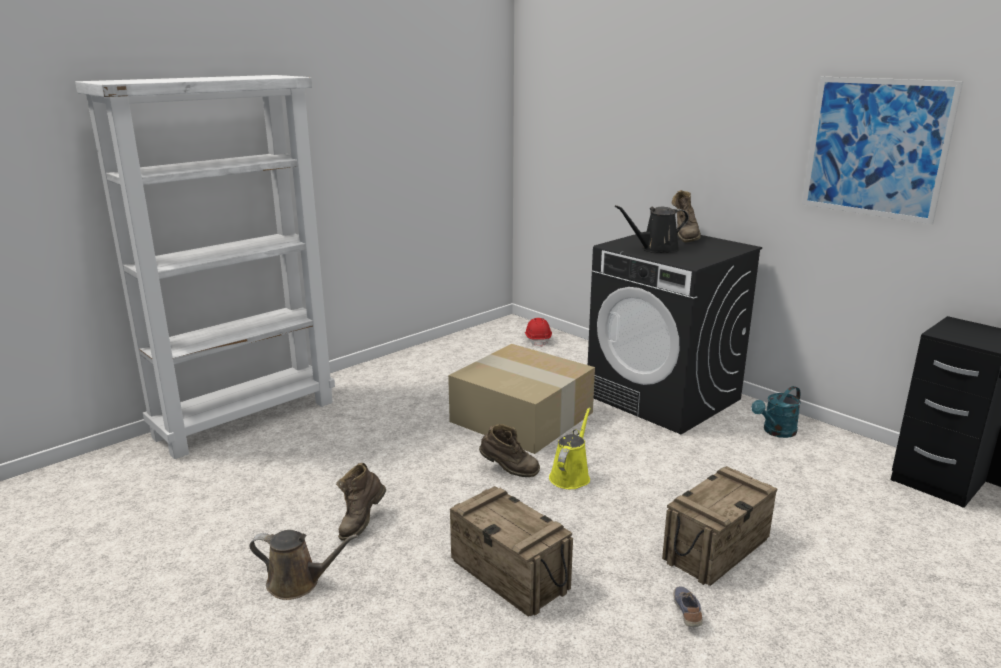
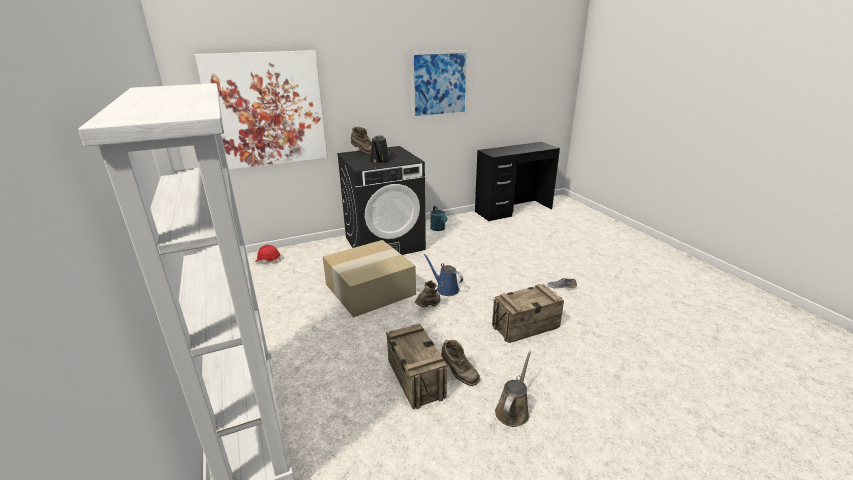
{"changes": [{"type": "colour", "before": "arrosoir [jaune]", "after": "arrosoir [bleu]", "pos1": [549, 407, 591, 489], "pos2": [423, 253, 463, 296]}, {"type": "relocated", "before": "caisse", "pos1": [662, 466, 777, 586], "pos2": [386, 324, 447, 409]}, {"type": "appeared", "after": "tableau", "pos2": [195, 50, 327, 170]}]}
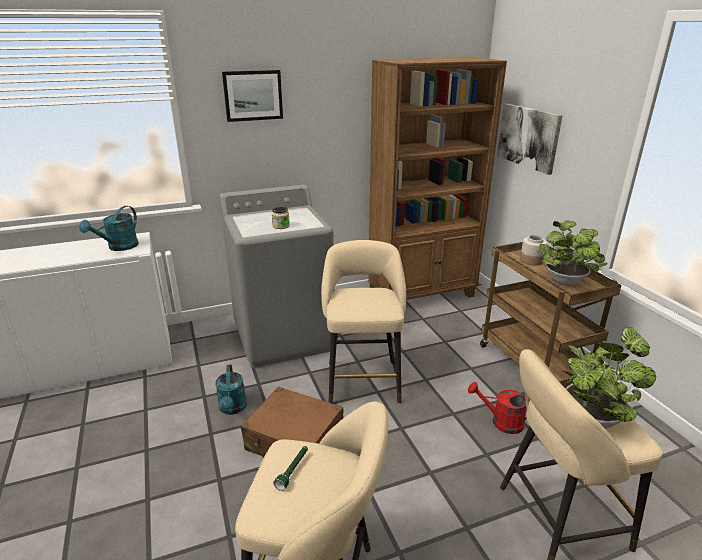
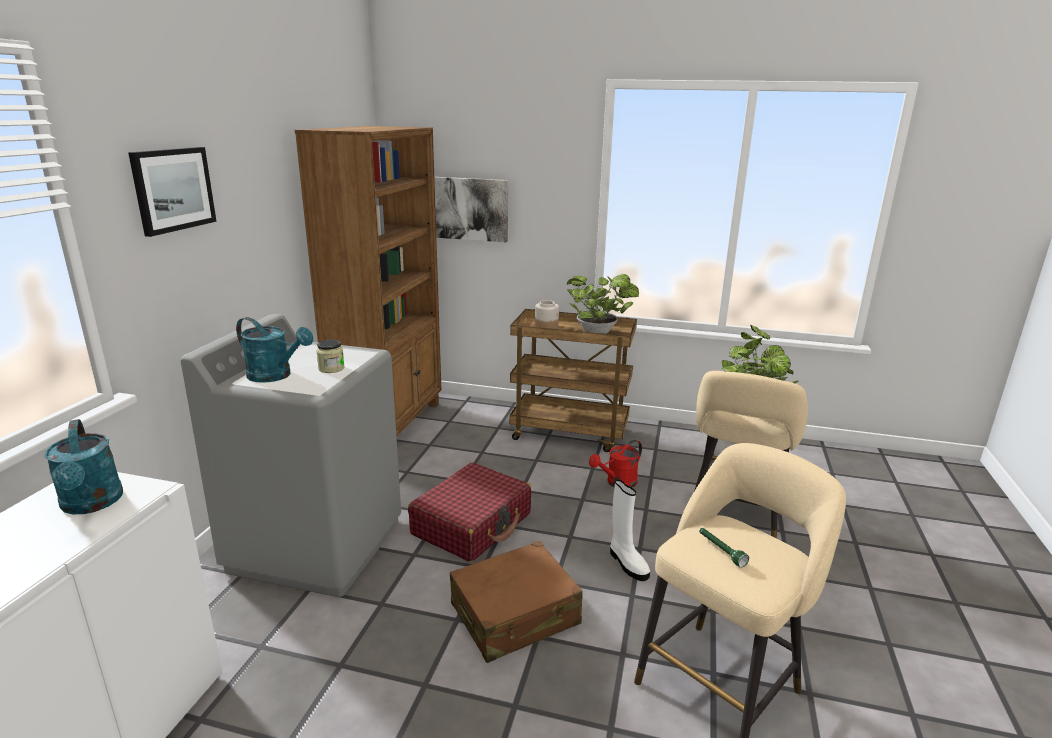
{"changes": [{"type": "exchanged", "before": "tabouret [beige]", "after": "valise [rouge]", "pos1": [321, 240, 406, 404], "pos2": [408, 463, 531, 562]}, {"type": "relocated", "before": "arrosoir [turquoise]", "pos1": [215, 364, 247, 415], "pos2": [236, 317, 313, 383]}, {"type": "appeared", "after": "botte [blanc]", "pos2": [610, 480, 650, 581]}]}
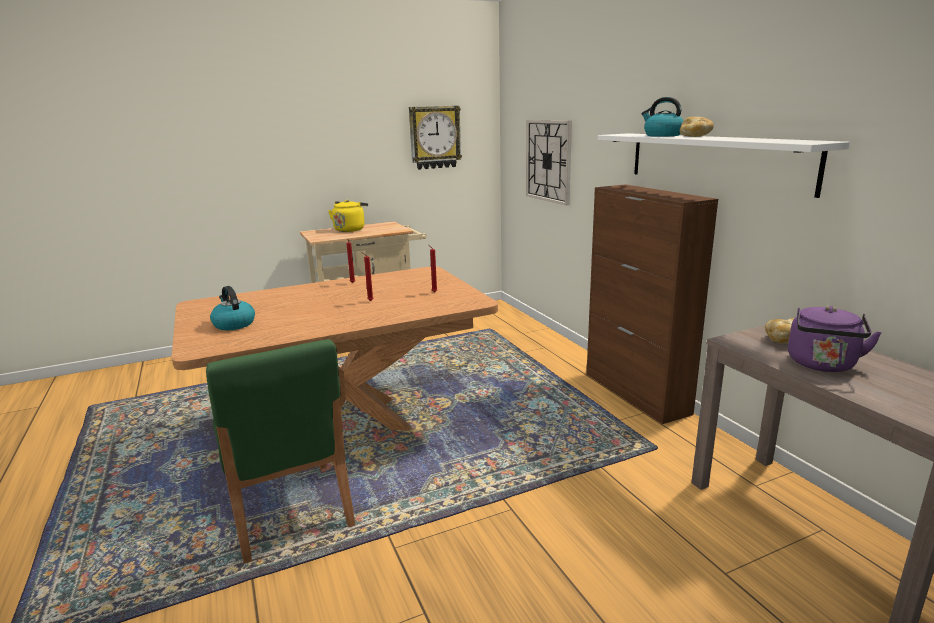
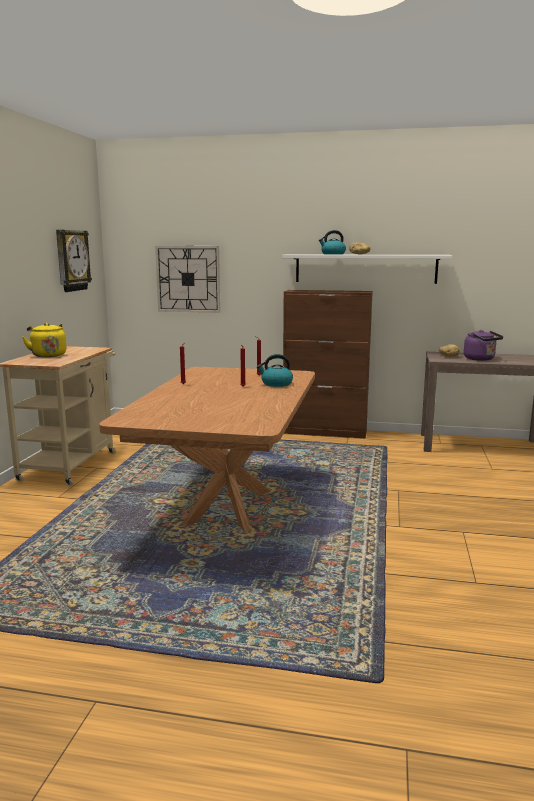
{"changes": [{"type": "relocated", "before": "bouilloire", "pos1": [210, 286, 255, 330], "pos2": [257, 354, 293, 387]}, {"type": "missing", "before": "chaise [vert]", "pos1": [206, 339, 356, 564]}]}
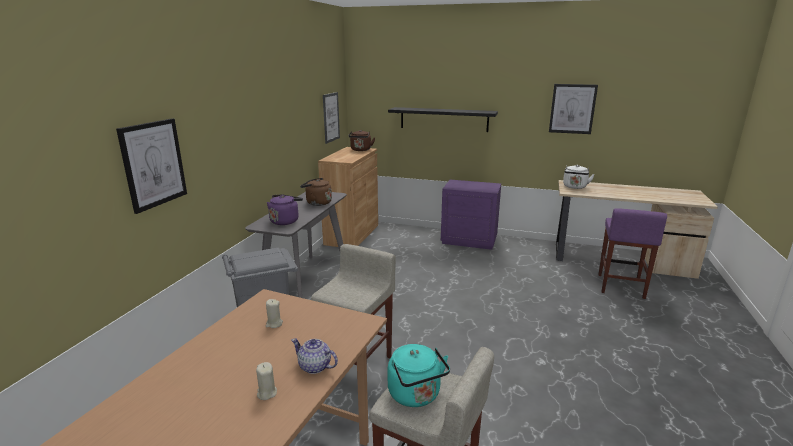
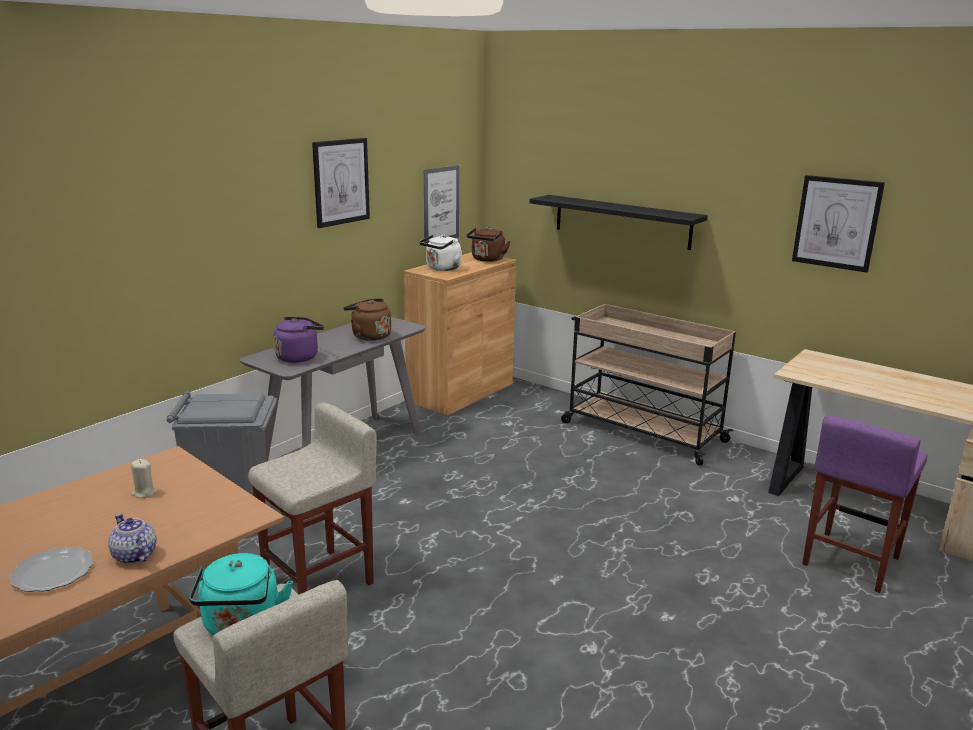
{"changes": [{"type": "relocated", "before": "tableau", "pos1": [116, 118, 187, 214], "pos2": [312, 138, 370, 228]}, {"type": "relocated", "before": "bouilloire [blanc]", "pos1": [563, 165, 595, 189], "pos2": [419, 234, 462, 271]}, {"type": "exchanged", "before": "table de chevet [violet]", "after": "chariot [beige]", "pos1": [441, 180, 501, 250], "pos2": [561, 304, 736, 466]}, {"type": "exchanged", "before": "bougie [beige]", "after": "assiette", "pos1": [256, 362, 277, 400], "pos2": [9, 547, 94, 592]}]}
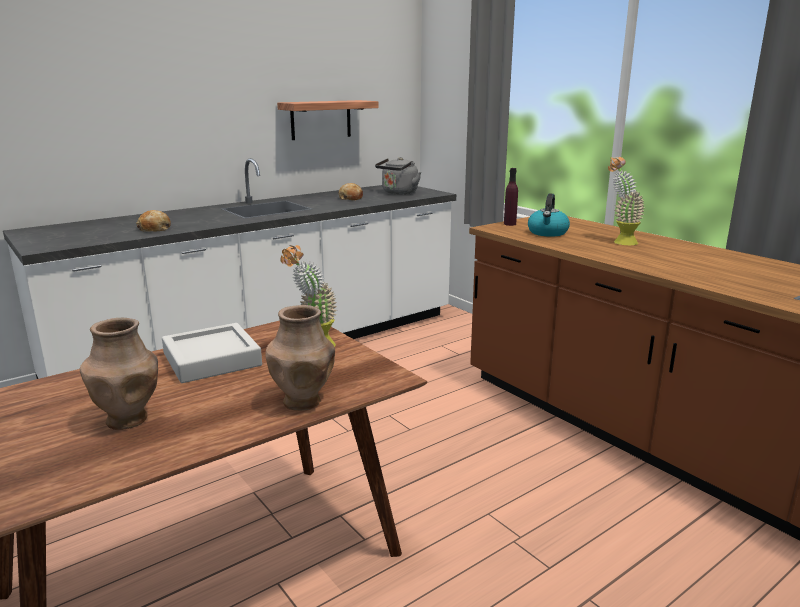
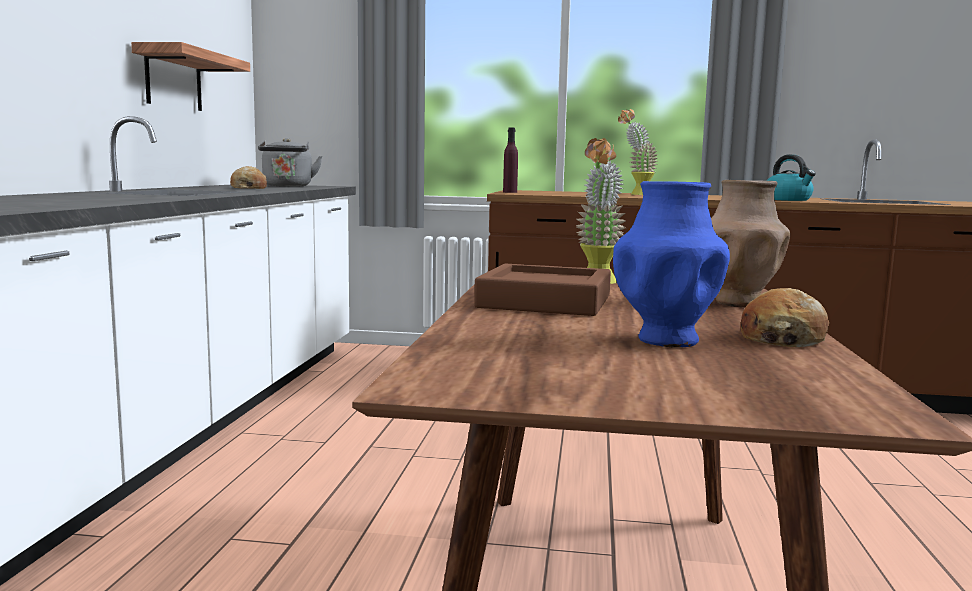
{"changes": [{"type": "relocated", "before": "bouilloire", "pos1": [528, 194, 570, 237], "pos2": [767, 154, 816, 201]}, {"type": "relocated", "before": "pain", "pos1": [136, 210, 171, 232], "pos2": [740, 288, 829, 347]}, {"type": "colour", "before": "vase [marron]", "after": "vase [bleu]", "pos1": [80, 318, 158, 430], "pos2": [613, 181, 730, 347]}, {"type": "colour", "before": "plateau [gris]", "after": "plateau [marron]", "pos1": [162, 323, 262, 383], "pos2": [474, 263, 611, 316]}]}
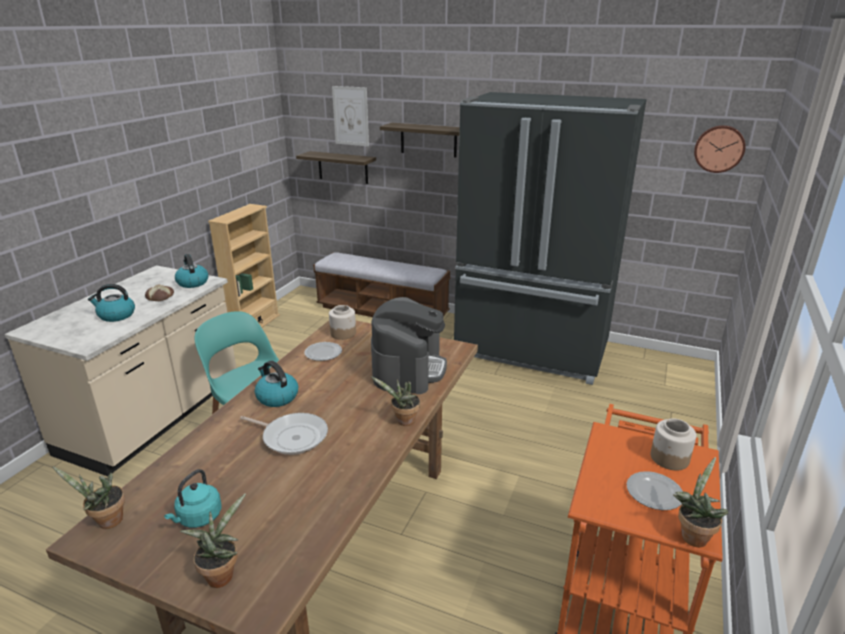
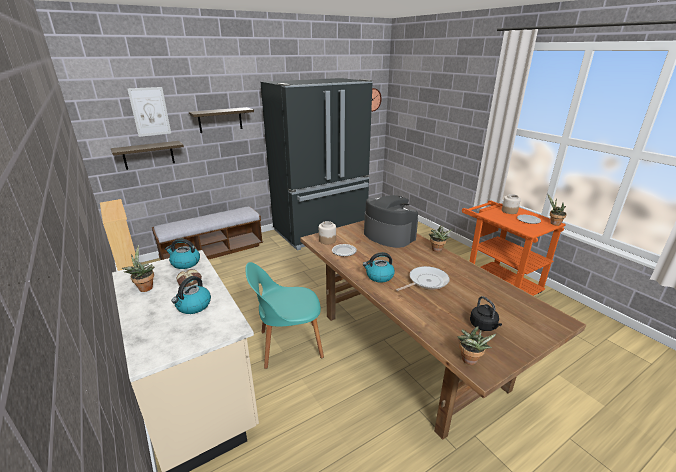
{"changes": [{"type": "colour", "before": "bouilloire [turquoise]", "after": "bouilloire [noir]", "pos1": [164, 469, 221, 528], "pos2": [470, 296, 502, 331]}, {"type": "relocated", "before": "plante en pot", "pos1": [180, 493, 246, 588], "pos2": [122, 245, 154, 292]}]}
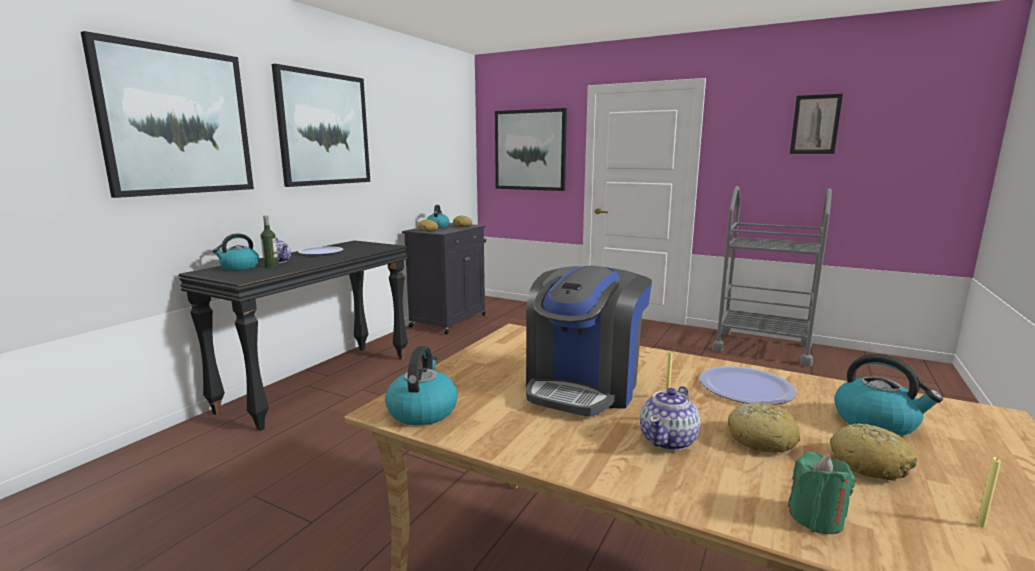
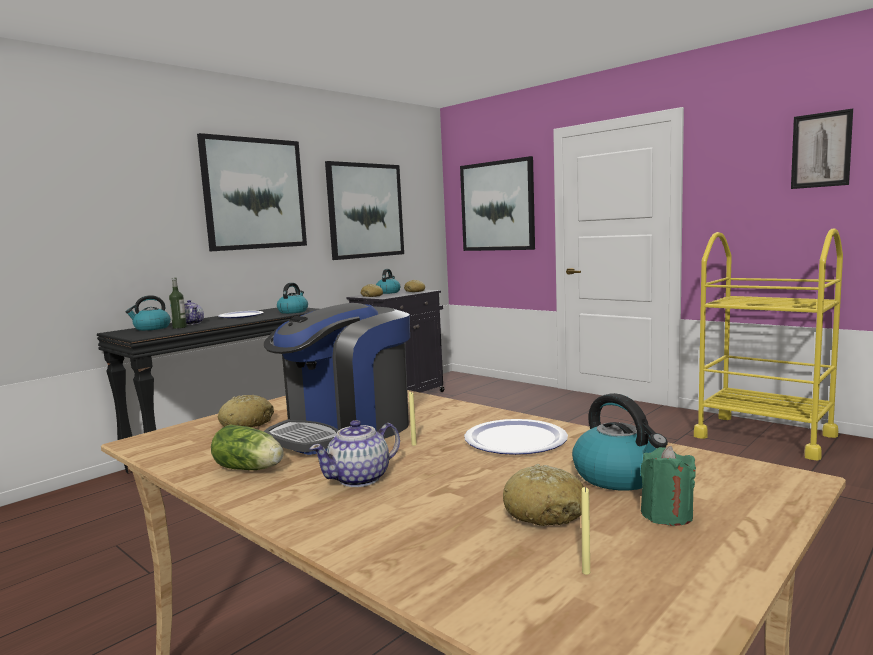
{"changes": [{"type": "relocated", "before": "tableau", "pos1": [81, 31, 254, 198], "pos2": [325, 161, 404, 260]}, {"type": "colour", "before": "chariot [gris]", "after": "chariot [jaune]", "pos1": [712, 186, 832, 367], "pos2": [694, 228, 843, 460]}, {"type": "relocated", "before": "bouilloire", "pos1": [385, 346, 458, 425], "pos2": [277, 283, 308, 314]}, {"type": "relocated", "before": "pain", "pos1": [728, 403, 800, 453], "pos2": [218, 395, 274, 427]}, {"type": "relocated", "before": "bougie [vert]", "pos1": [788, 452, 856, 534], "pos2": [640, 446, 696, 526]}, {"type": "appeared", "after": "laitue", "pos2": [211, 424, 284, 470]}]}
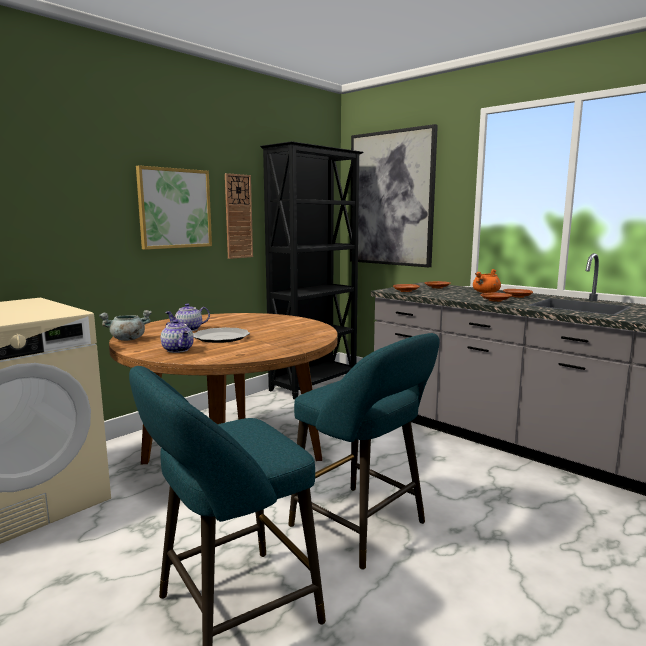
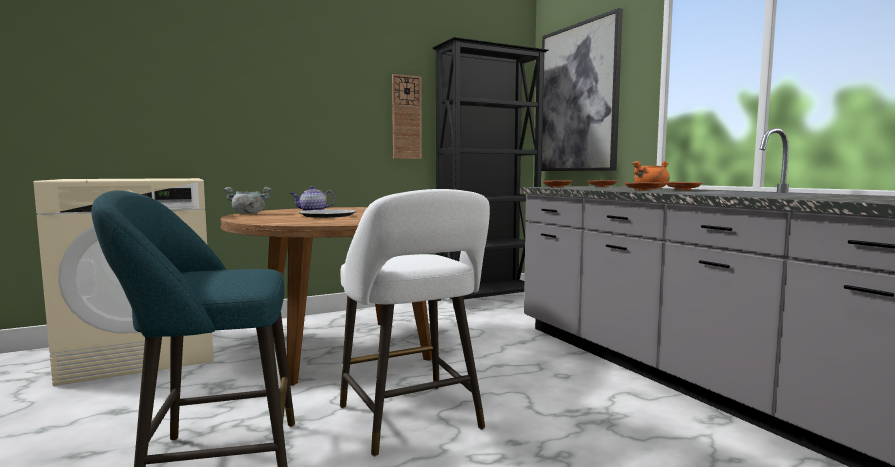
{"changes": [{"type": "missing", "before": "tableau", "pos1": [136, 165, 212, 250]}, {"type": "missing", "before": "théière", "pos1": [161, 320, 194, 353]}, {"type": "colour", "before": "tabouret [turquoise]", "after": "tabouret [blanc]", "pos1": [288, 333, 439, 570], "pos2": [340, 189, 490, 457]}]}
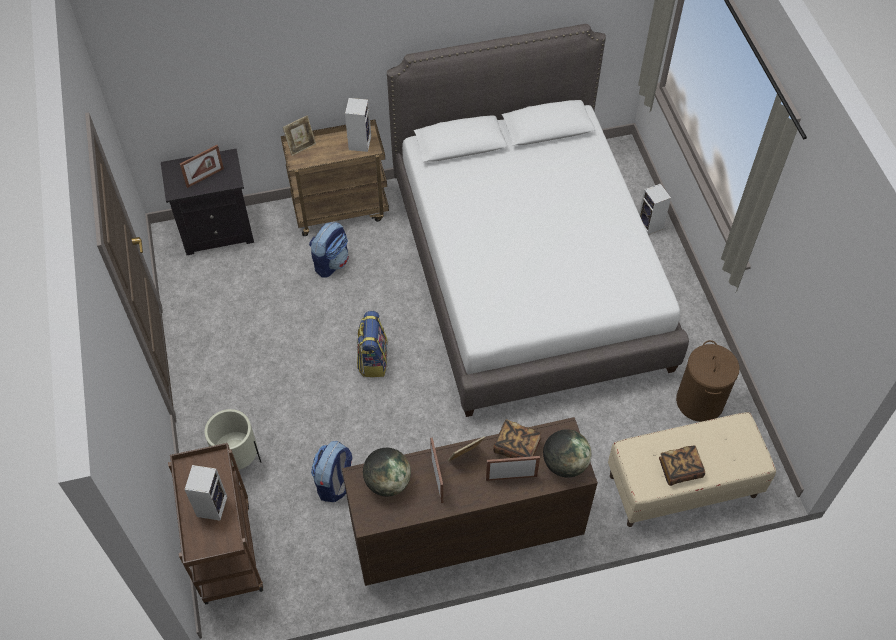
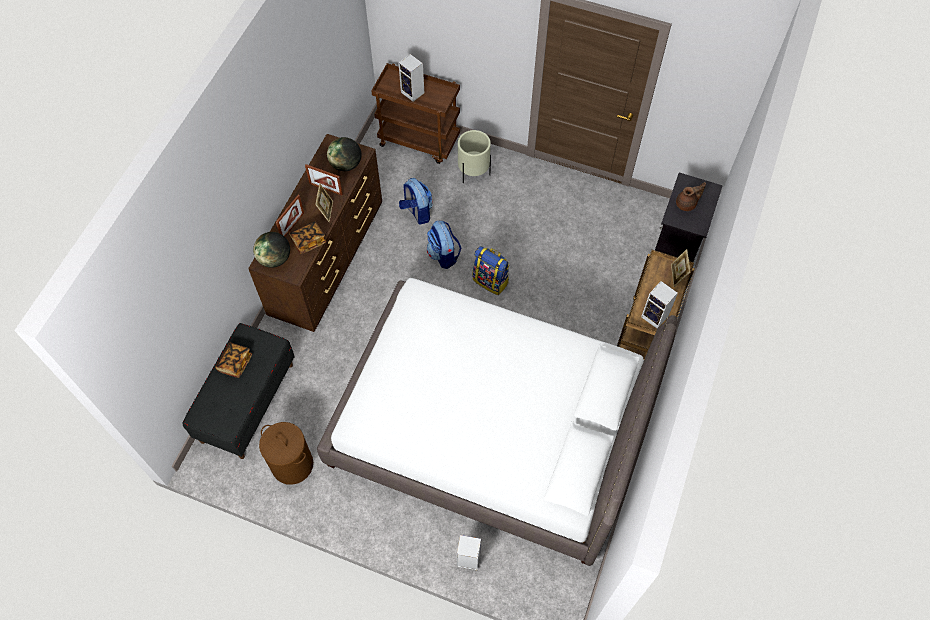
{"changes": [{"type": "exchanged", "before": "cadre photo", "after": "théière [marron]", "pos1": [180, 145, 224, 188], "pos2": [676, 182, 706, 211]}, {"type": "relocated", "before": "sac à dos", "pos1": [309, 222, 349, 278], "pos2": [427, 221, 461, 269]}, {"type": "colour", "before": "banc [beige]", "after": "banc [noir]", "pos1": [608, 412, 776, 527], "pos2": [182, 323, 295, 459]}]}
